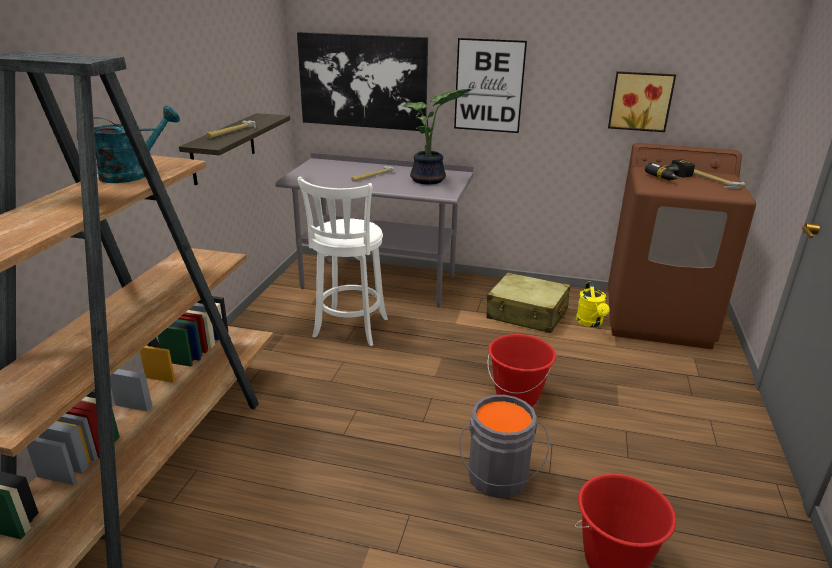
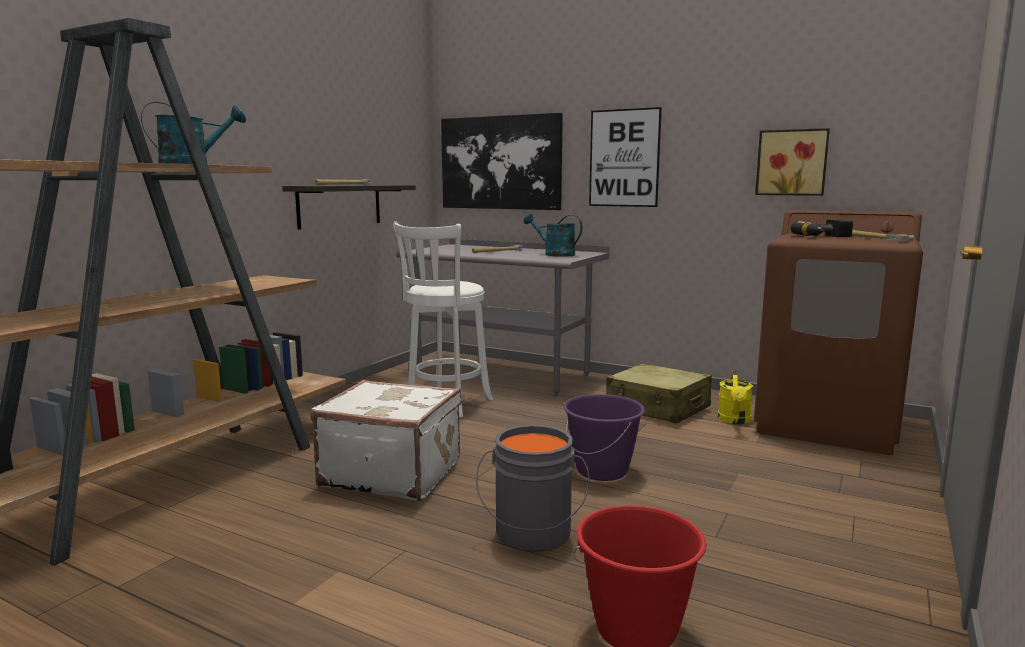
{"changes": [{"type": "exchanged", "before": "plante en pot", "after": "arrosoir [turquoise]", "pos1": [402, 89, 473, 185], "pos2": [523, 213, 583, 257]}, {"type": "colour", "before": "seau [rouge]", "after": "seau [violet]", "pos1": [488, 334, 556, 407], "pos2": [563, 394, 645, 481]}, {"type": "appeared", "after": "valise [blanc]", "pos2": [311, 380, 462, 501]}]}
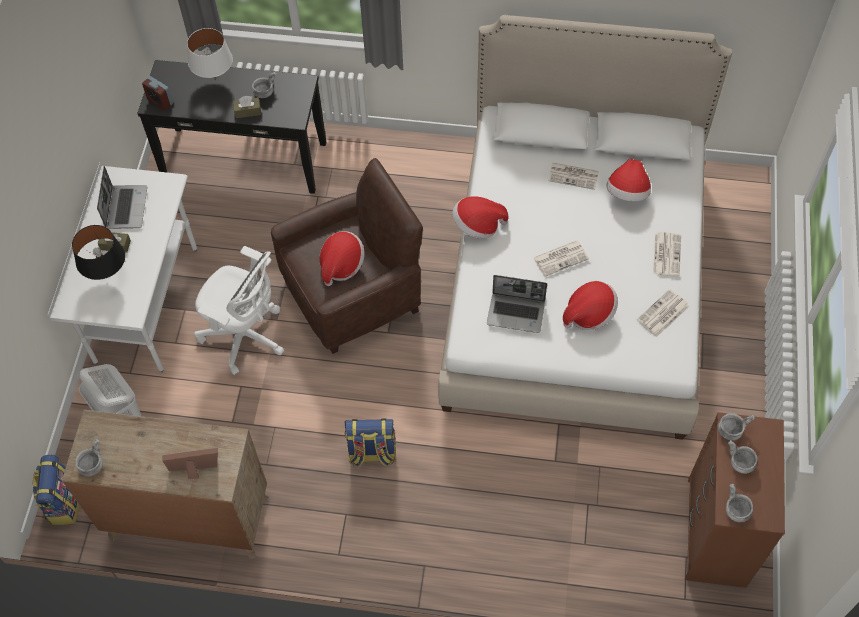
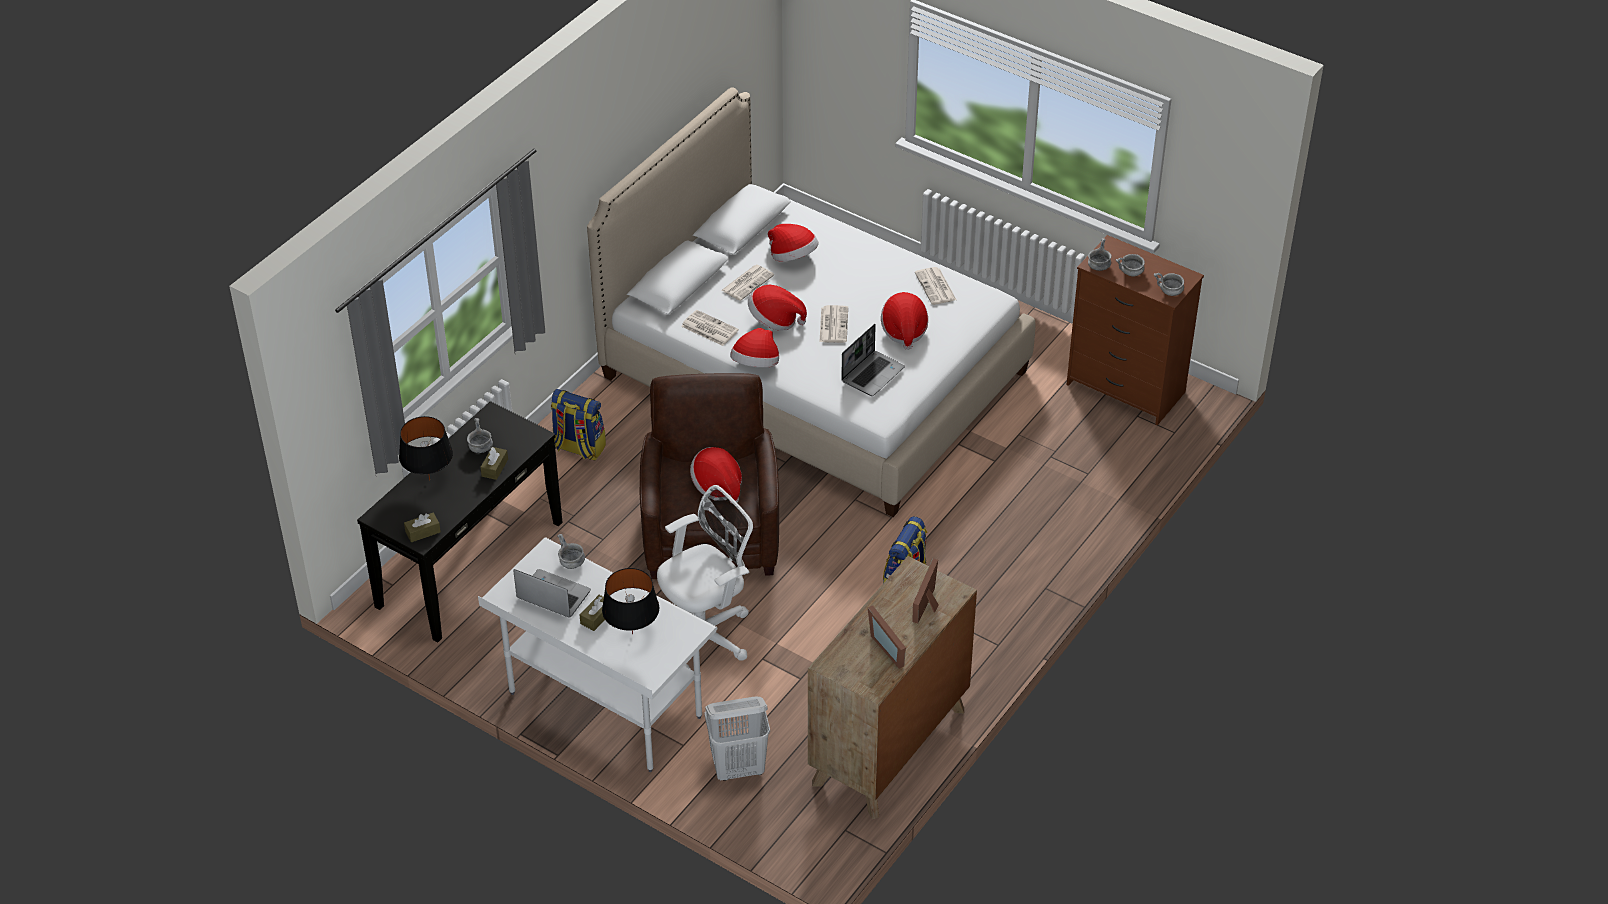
{"changes": [{"type": "colour", "before": "lampe de table [blanc]", "after": "lampe de table [noir]", "pos1": [187, 28, 233, 81], "pos2": [399, 416, 453, 480]}, {"type": "exchanged", "before": "réveil", "after": "boîte à mouchoirs [marron]", "pos1": [142, 76, 173, 110], "pos2": [404, 513, 441, 542]}, {"type": "relocated", "before": "journal", "pos1": [653, 232, 681, 277], "pos2": [681, 310, 739, 346]}, {"type": "relocated", "before": "bol [gris]", "pos1": [75, 439, 103, 476], "pos2": [557, 534, 585, 569]}, {"type": "relocated", "before": "sac à dos", "pos1": [33, 454, 79, 525], "pos2": [551, 389, 606, 461]}, {"type": "appeared", "after": "chapeau", "pos2": [748, 285, 807, 330]}, {"type": "appeared", "after": "cadre photo", "pos2": [868, 605, 906, 669]}]}
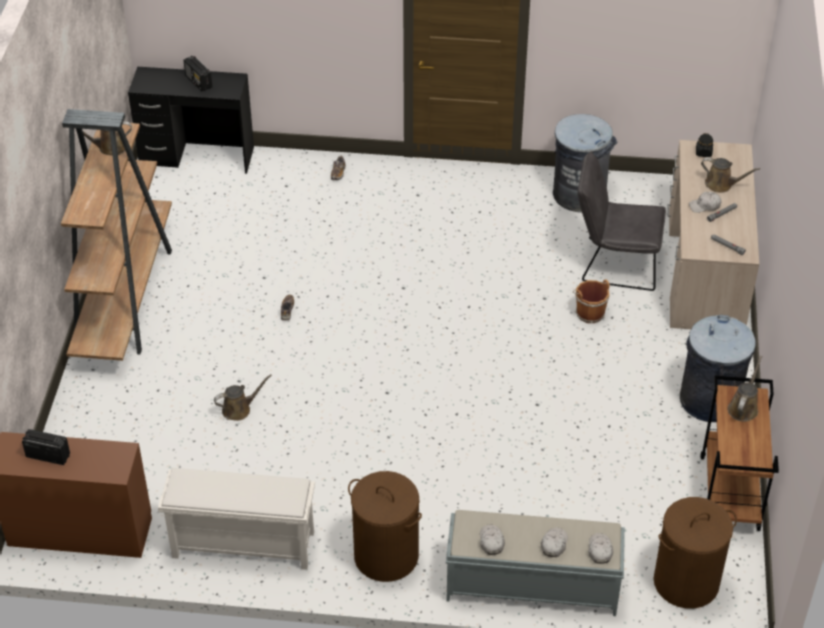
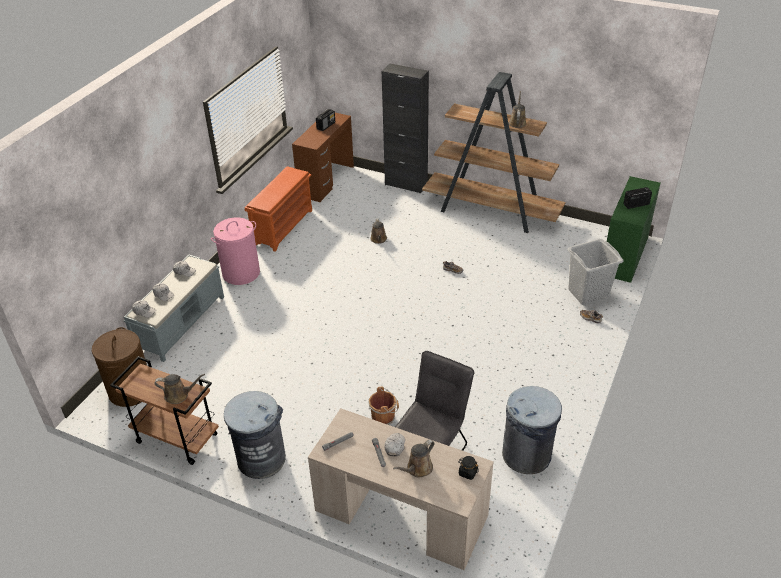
{"changes": [{"type": "colour", "before": "bureau [noir]", "after": "bureau [vert]", "pos1": [128, 67, 254, 174], "pos2": [607, 176, 661, 283]}, {"type": "spun", "before": "arrosoir [marron]", "pos1": [727, 355, 762, 422], "pos2": [154, 374, 205, 404], "turn": -45}, {"type": "colour", "before": "étagère à chaussures [blanc]", "after": "étagère à chaussures [orange]", "pos1": [158, 468, 315, 570], "pos2": [245, 166, 312, 252]}, {"type": "colour", "before": "panier à linge [marron]", "after": "panier à linge [rose]", "pos1": [348, 471, 422, 582], "pos2": [211, 218, 260, 285]}, {"type": "appeared", "after": "meuble de rangement [noir]", "pos2": [382, 63, 429, 194]}, {"type": "appeared", "after": "panier à linge [gris]", "pos2": [567, 239, 624, 306]}]}
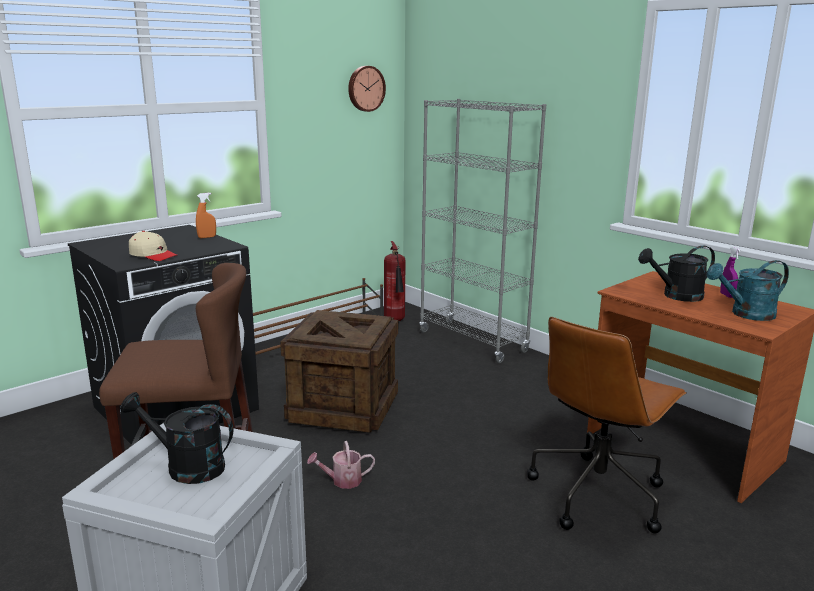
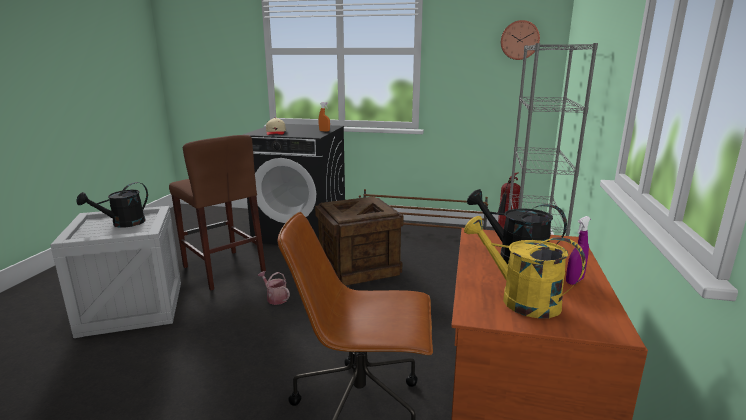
{"changes": [{"type": "colour", "before": "arrosoir [turquoise]", "after": "arrosoir [jaune]", "pos1": [707, 260, 789, 321], "pos2": [464, 216, 586, 318]}, {"type": "spun", "before": "arrosoir [noir]", "pos1": [121, 392, 233, 484], "pos2": [76, 182, 148, 228], "turn": -120}]}
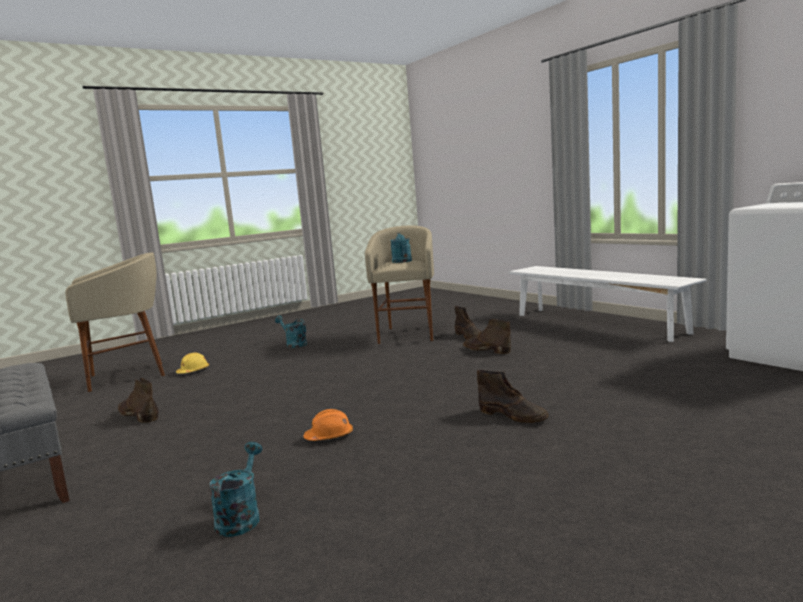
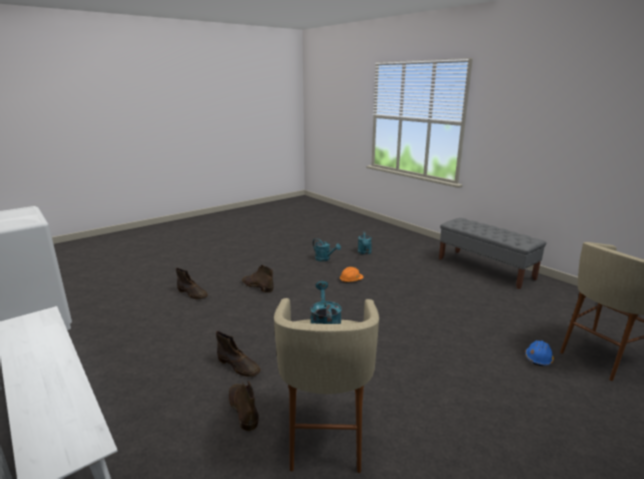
{"changes": [{"type": "relocated", "before": "arrosoir [turquoise]", "pos1": [275, 316, 307, 348], "pos2": [313, 238, 341, 262]}, {"type": "colour", "before": "casque de chantier [jaune]", "after": "casque de chantier [bleu]", "pos1": [176, 353, 209, 374], "pos2": [525, 340, 554, 366]}, {"type": "relocated", "before": "botte [marron]", "pos1": [118, 378, 158, 423], "pos2": [176, 268, 208, 299]}]}
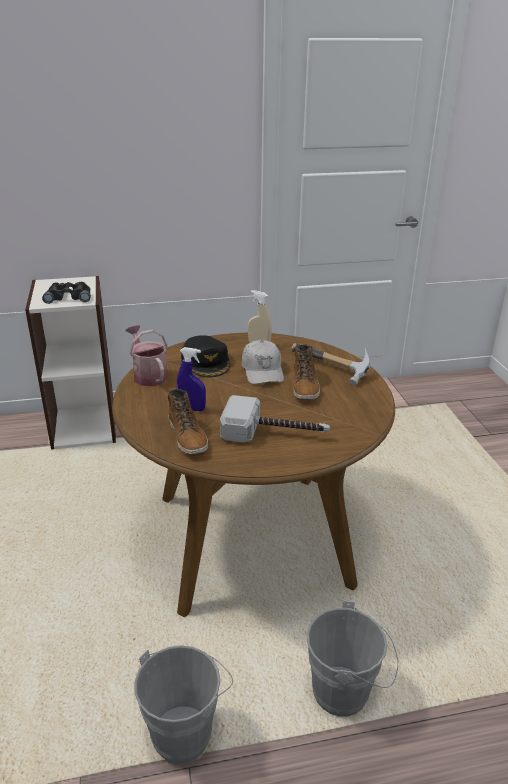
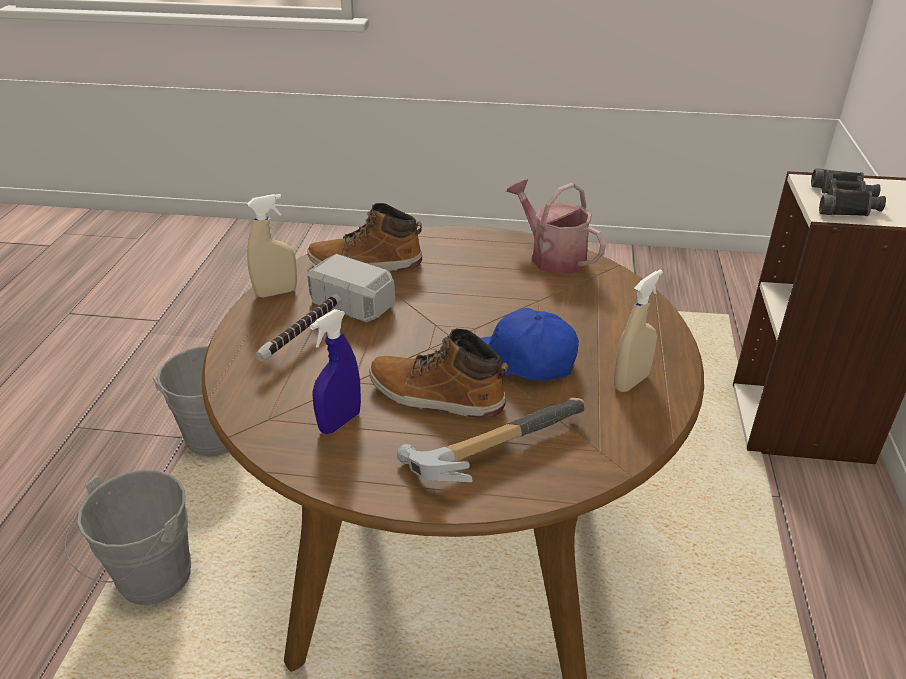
{"changes": [{"type": "spun", "before": "arrosoir", "pos1": [126, 325, 168, 386], "pos2": [506, 179, 606, 274], "turn": -120}, {"type": "missing", "before": "casquette [noir]", "pos1": [181, 335, 230, 377]}, {"type": "colour", "before": "casquette [blanc]", "after": "casquette [bleu]", "pos1": [241, 340, 284, 384], "pos2": [481, 308, 579, 381]}, {"type": "relocated", "before": "vaporisateur [bleu]", "pos1": [177, 347, 206, 411], "pos2": [310, 309, 361, 434]}, {"type": "appeared", "after": "vaporisateur [beige]", "pos2": [247, 194, 297, 298]}]}
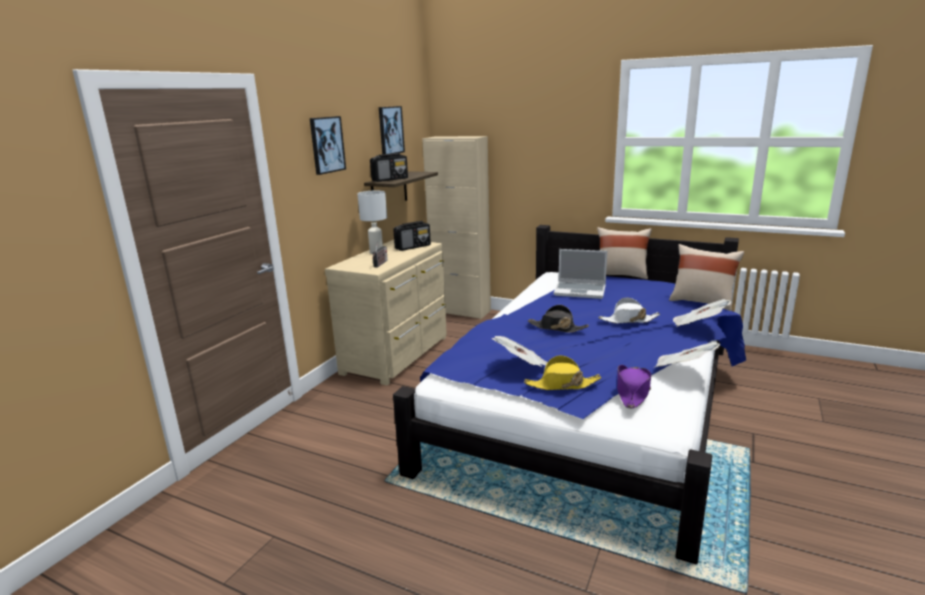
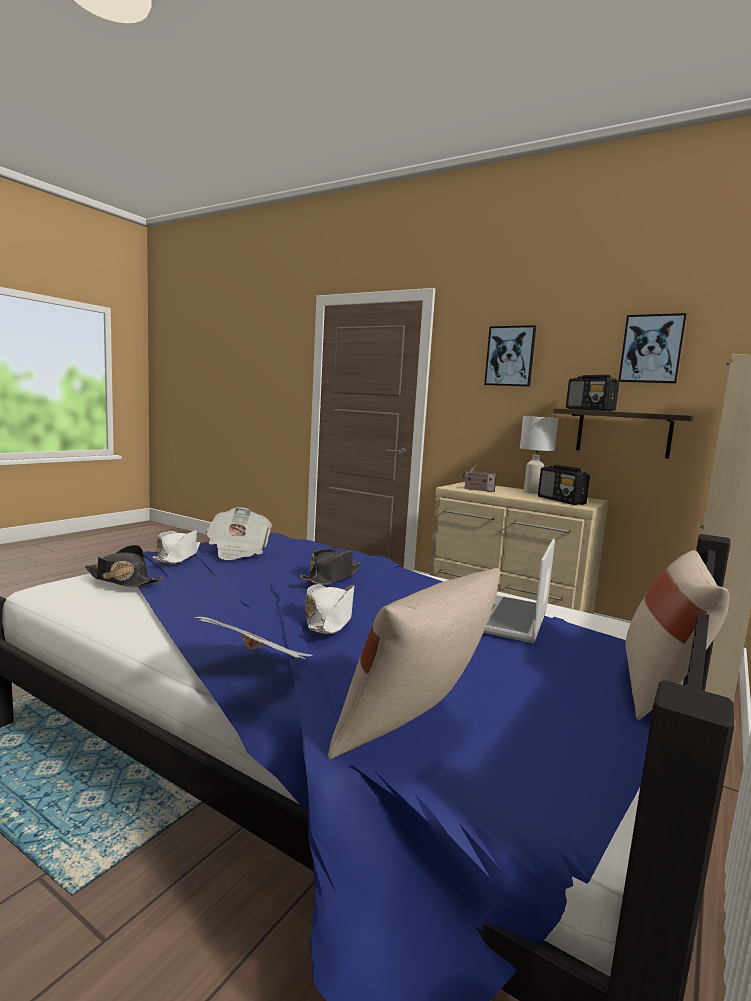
{"changes": [{"type": "missing", "before": "journal", "pos1": [655, 341, 720, 367]}, {"type": "colour", "before": "chapeau [jaune]", "after": "chapeau [blanc]", "pos1": [524, 355, 601, 390], "pos2": [153, 530, 200, 564]}, {"type": "colour", "before": "chapeau [violet]", "after": "chapeau [noir]", "pos1": [617, 365, 651, 408], "pos2": [85, 545, 163, 587]}]}
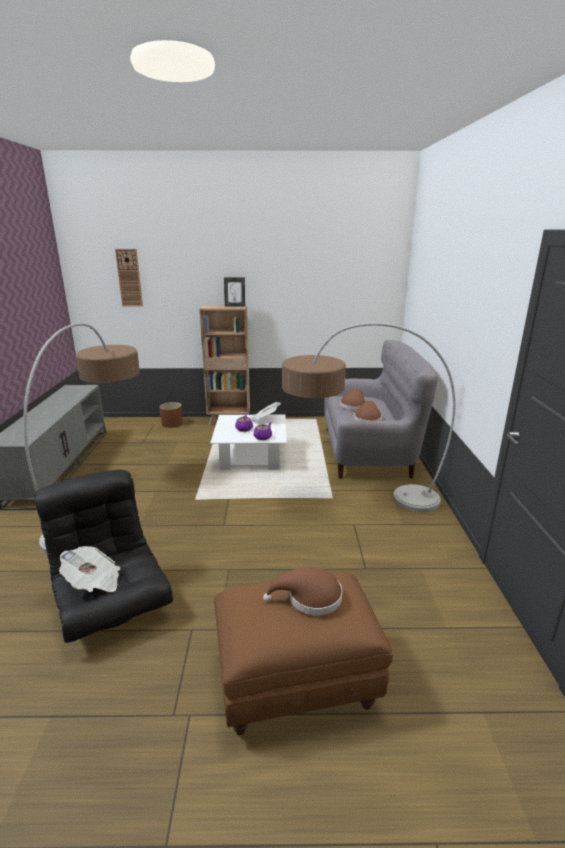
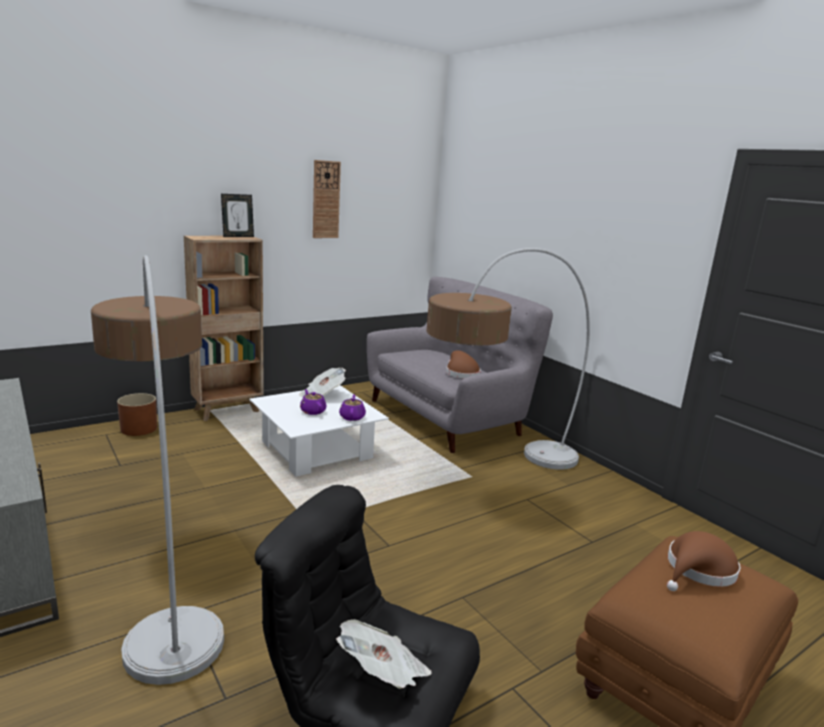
{"changes": [{"type": "relocated", "before": "horloge murale", "pos1": [115, 249, 143, 307], "pos2": [313, 160, 341, 238]}, {"type": "missing", "before": "chapeau [marron]", "pos1": [340, 389, 365, 410]}]}
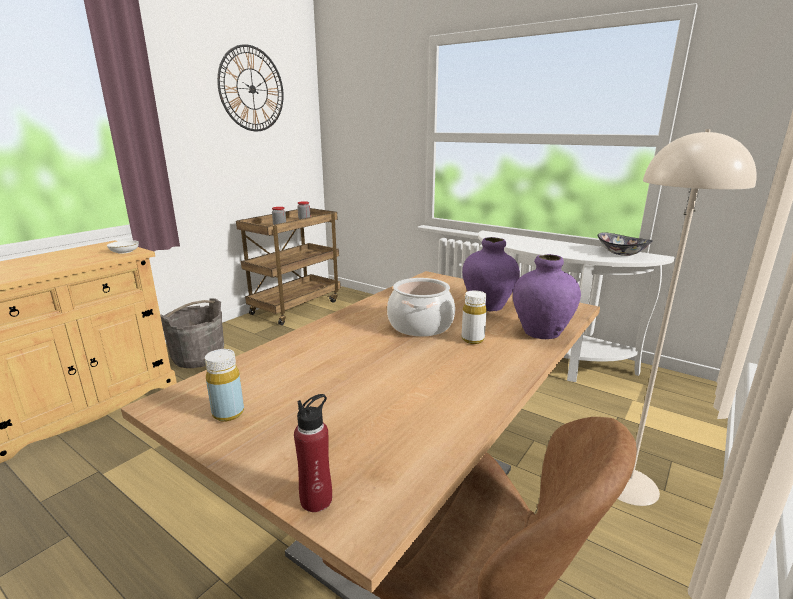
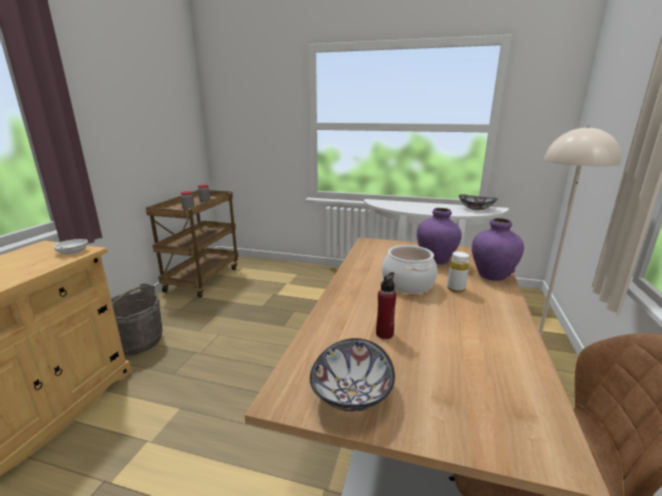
{"changes": [{"type": "missing", "before": "horloge murale", "pos1": [217, 44, 284, 131]}, {"type": "exchanged", "before": "bouteille [jaune]", "after": "bol", "pos1": [205, 349, 244, 422], "pos2": [310, 338, 395, 412]}, {"type": "relocated", "before": "bouteille [rouge]", "pos1": [294, 394, 332, 512], "pos2": [376, 272, 396, 339]}]}
